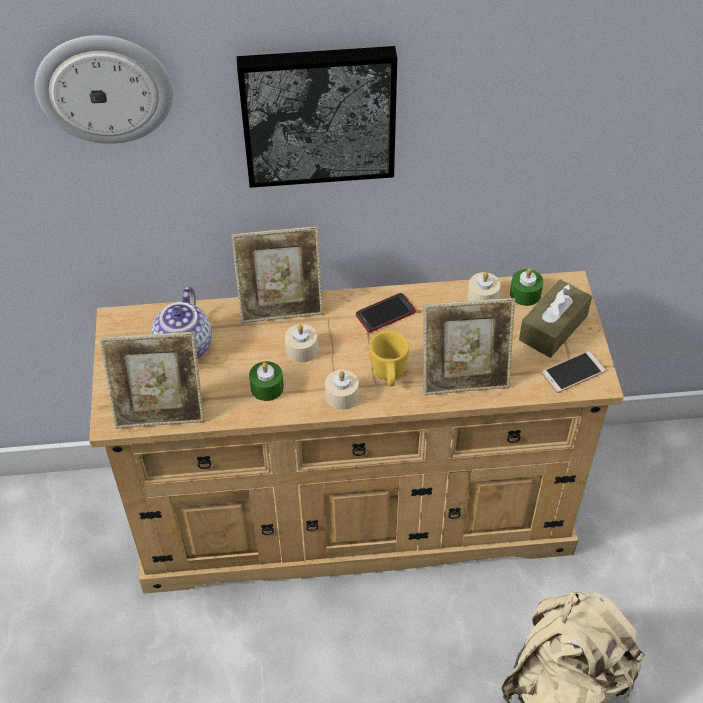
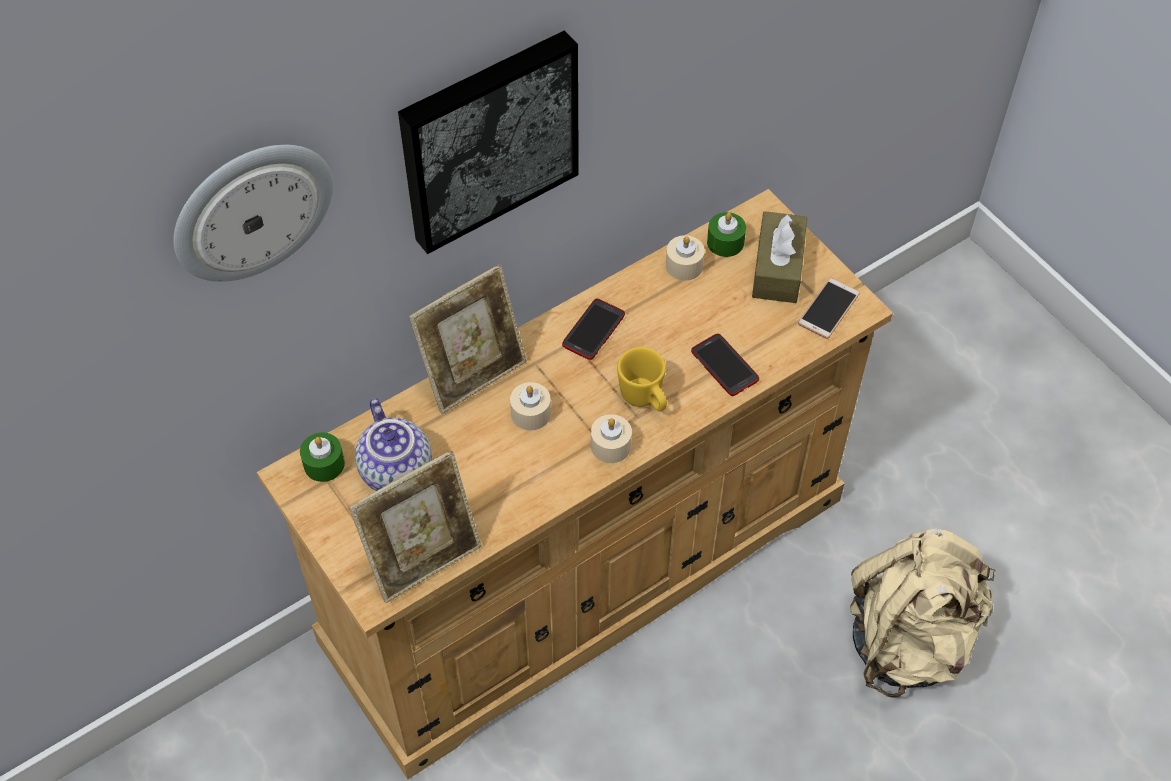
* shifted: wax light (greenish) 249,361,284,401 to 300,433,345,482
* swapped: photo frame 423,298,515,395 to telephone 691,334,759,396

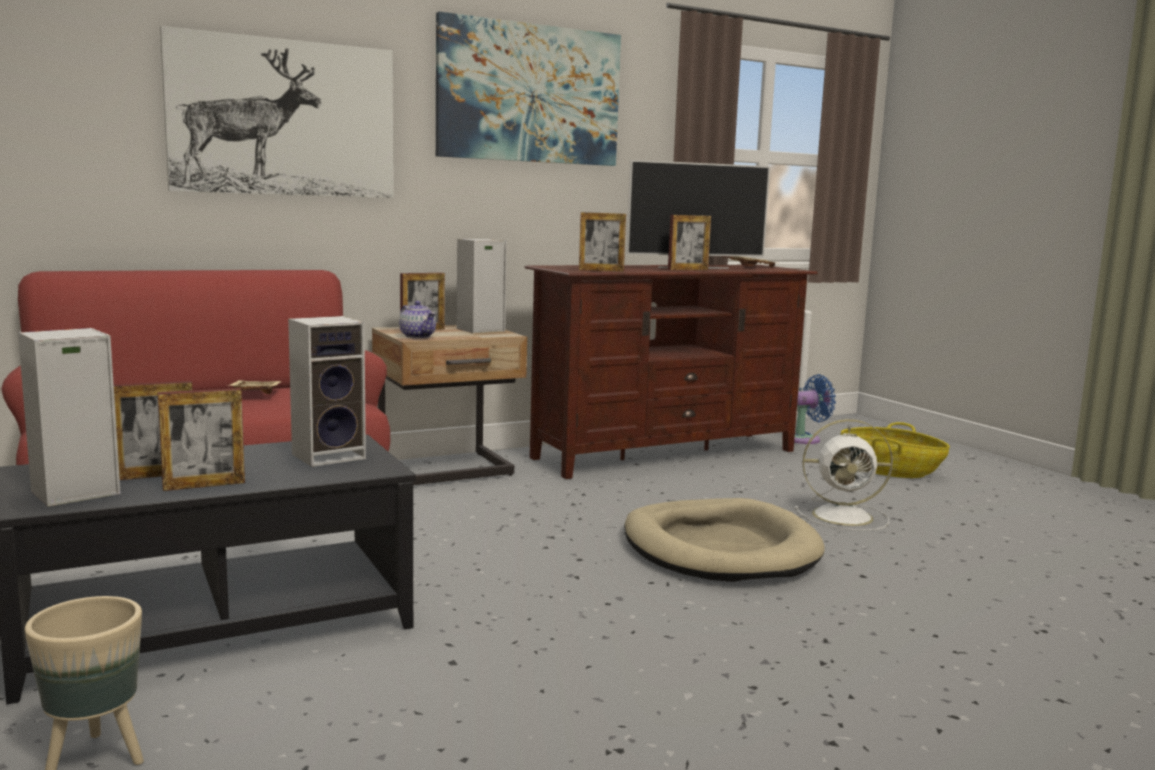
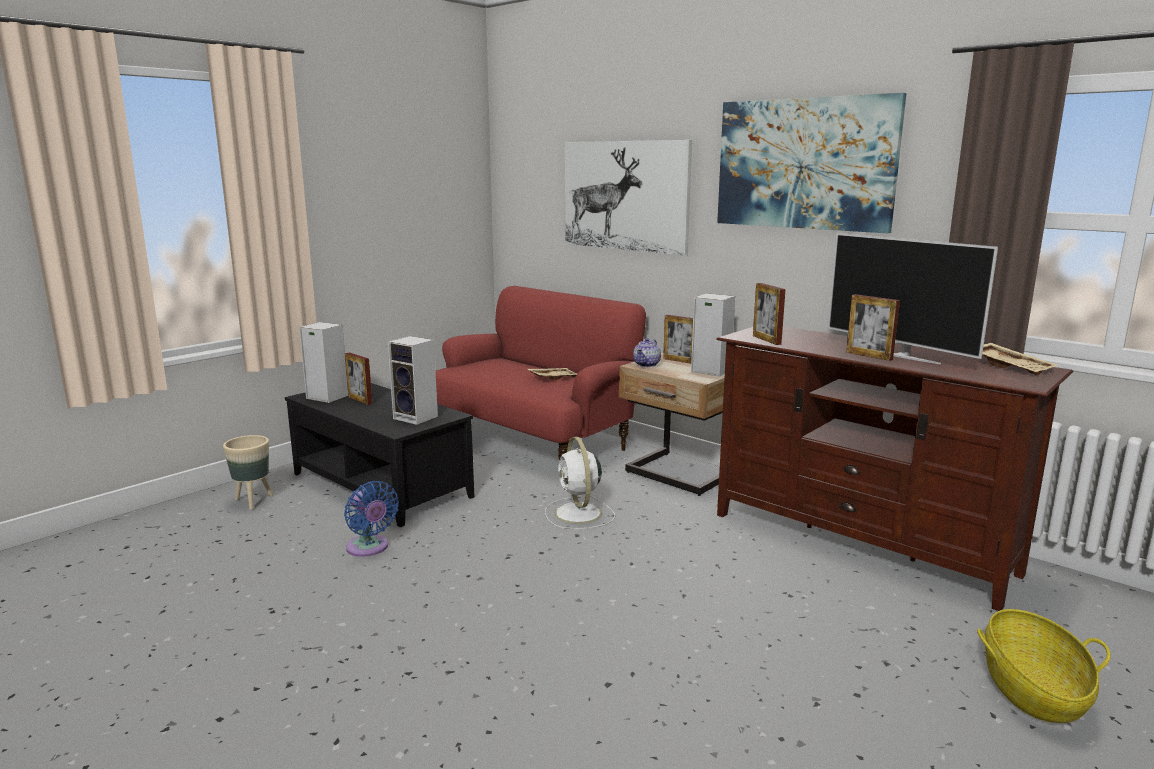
* gone: photo frame 158,388,245,491
* gone: dog cushion (beige-coloured) 624,498,825,582
* shifted: electric fan (blue) 794,374,836,444 to 344,481,399,557
* shifted: electric fan (whitish) 794,419,893,531 to 545,437,615,529

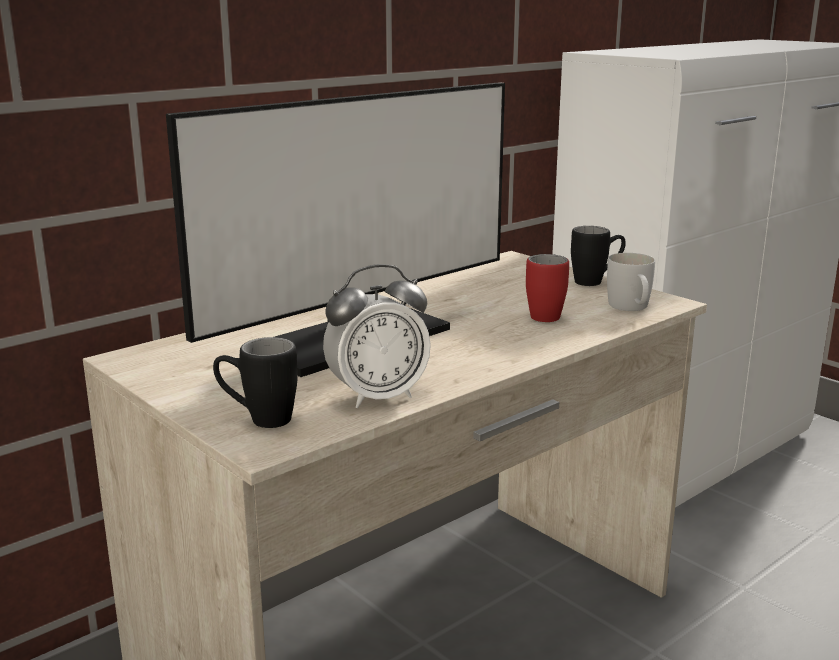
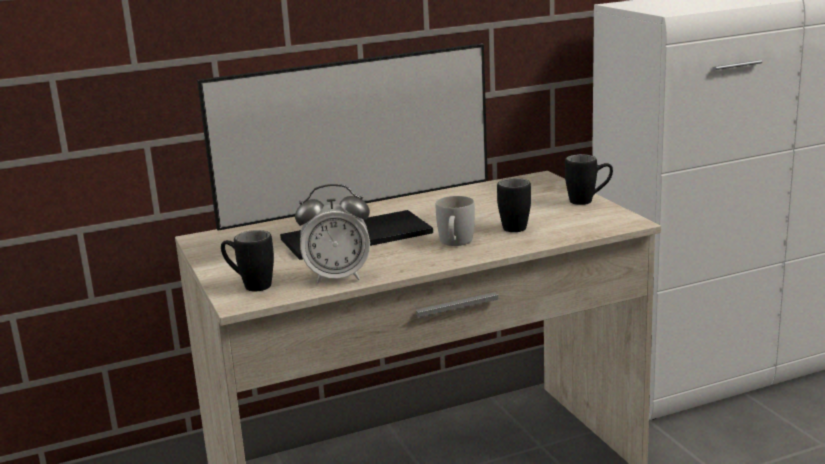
* shifted: coffee mug (whitish) 607,253,655,311 to 436,196,475,246
* repainted: coffee mug (red) 526,254,569,322 to coffee mug (black-coloured) 497,178,531,232

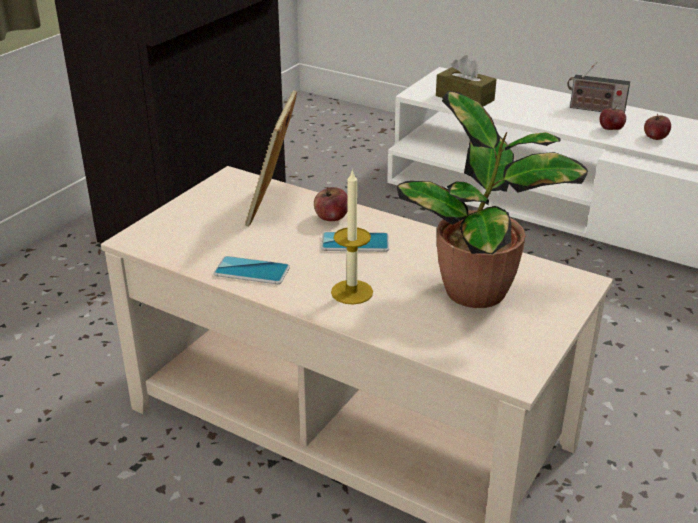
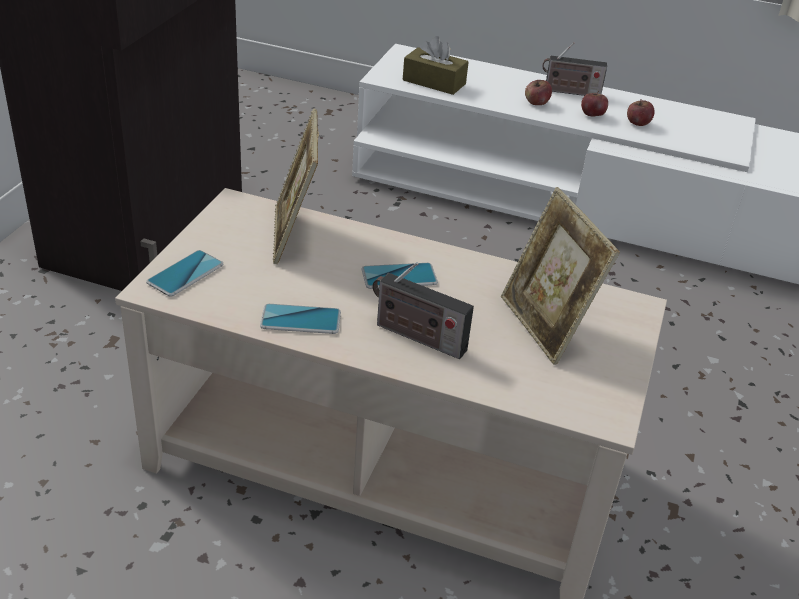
* new: telephone 146,250,223,297
* shifted: apple fruit 314,187,348,221 to 525,79,552,105
* swapped: wax light 331,169,373,305 to radio 372,262,474,359
* swapped: plant in a pot 397,91,588,308 to photo frame 501,187,620,365

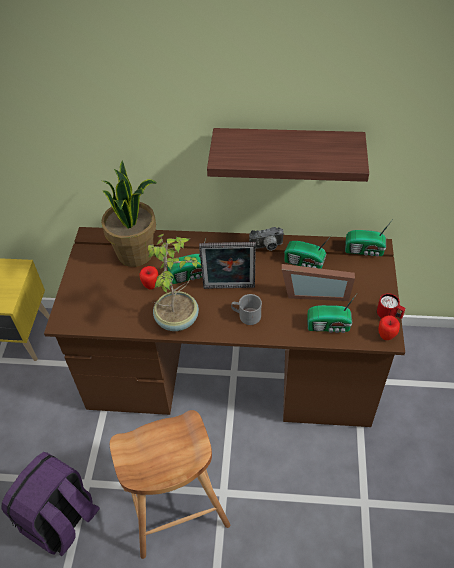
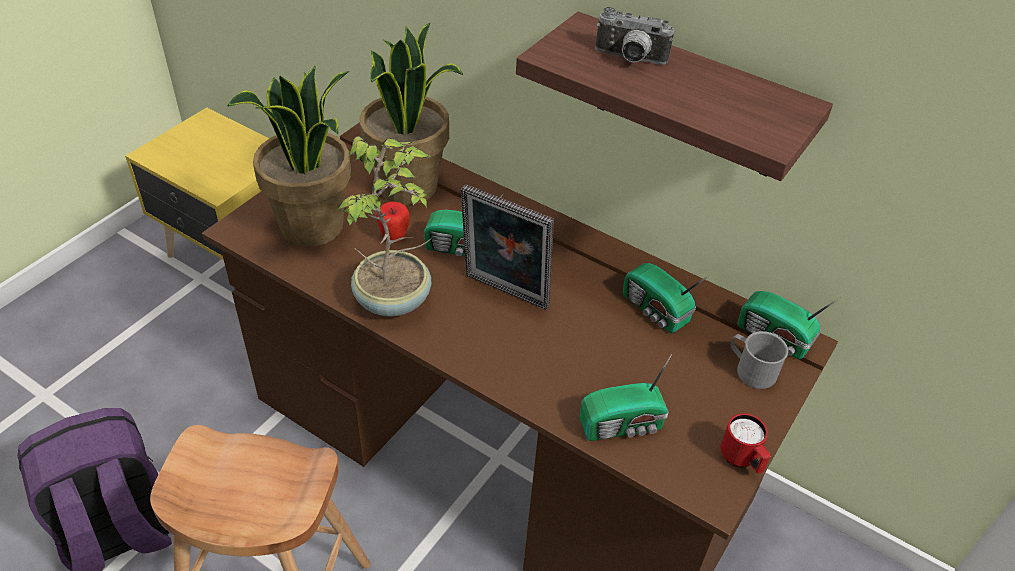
* gone: photo frame 282,264,355,301
* gone: apple fruit 378,315,400,340
* new: plant in a pot 227,65,351,247
* shifted: coffee mug (greyish) 231,294,262,325 to 730,331,788,389
* shifted: photo camera 249,227,284,251 to 595,7,674,65
* rotated: radio 307,294,357,333 = 580,354,672,441 45 degrees counterclockwise

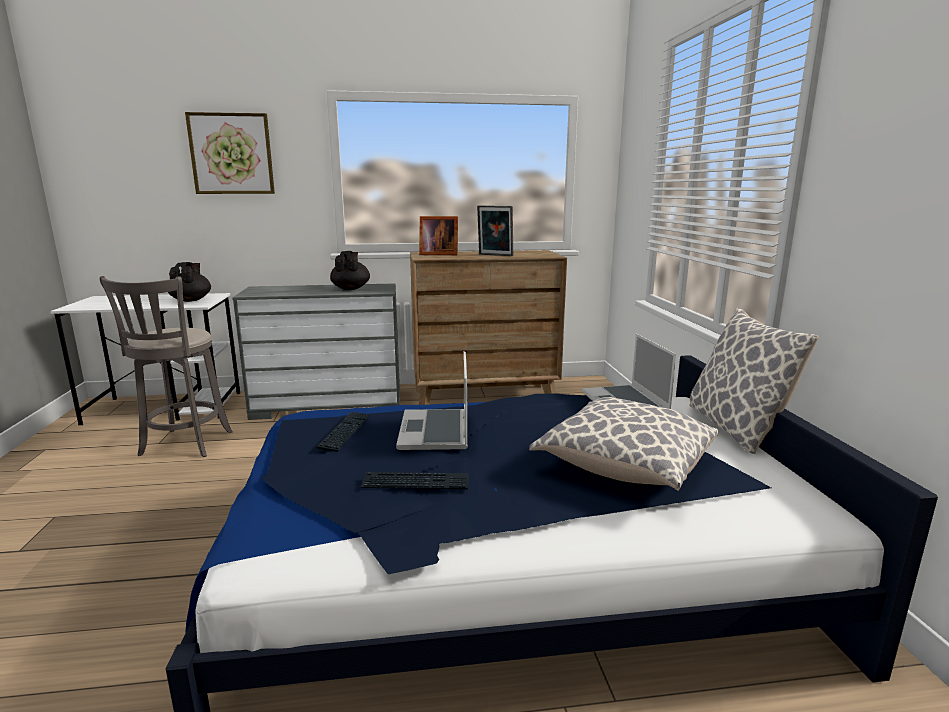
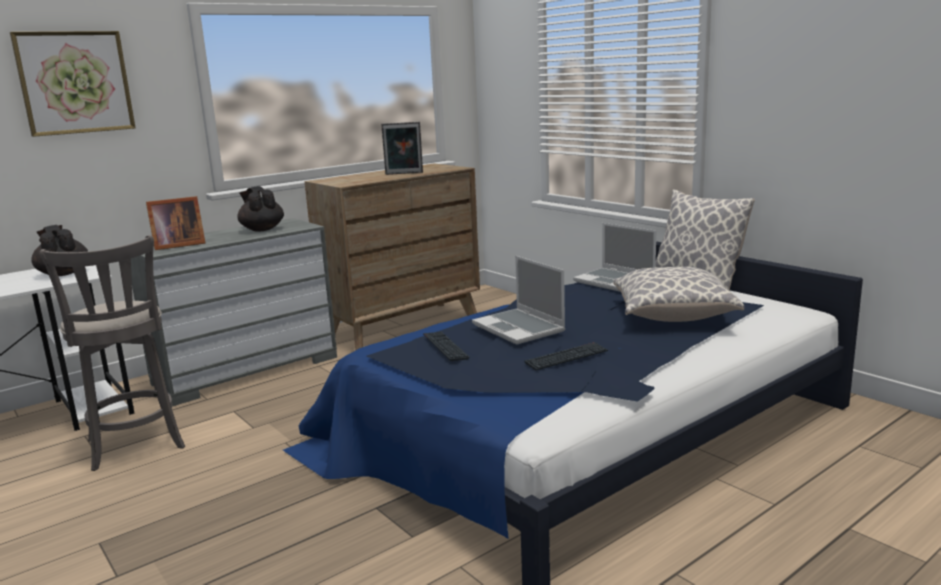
* shifted: photo frame 419,216,458,255 to 146,196,205,250

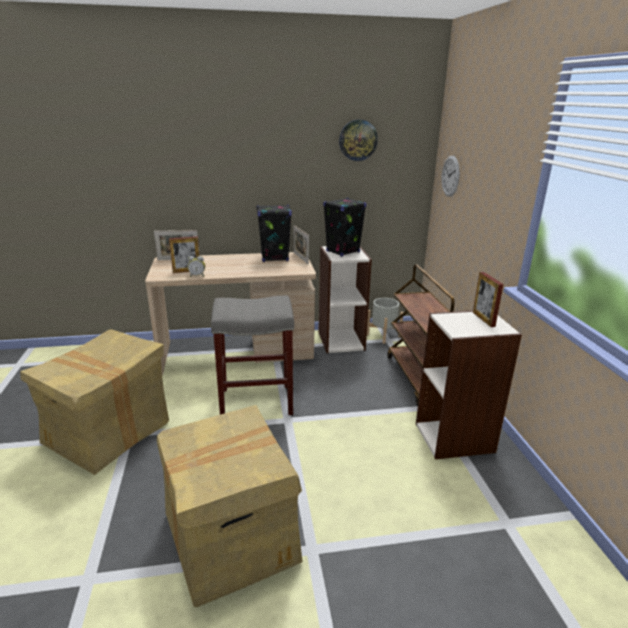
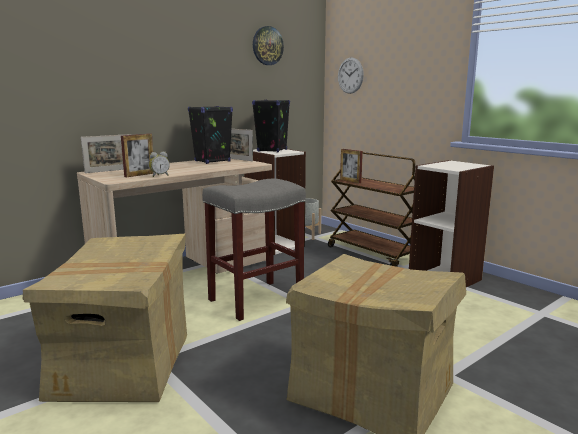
* shifted: photo frame 473,272,504,327 to 340,149,363,183

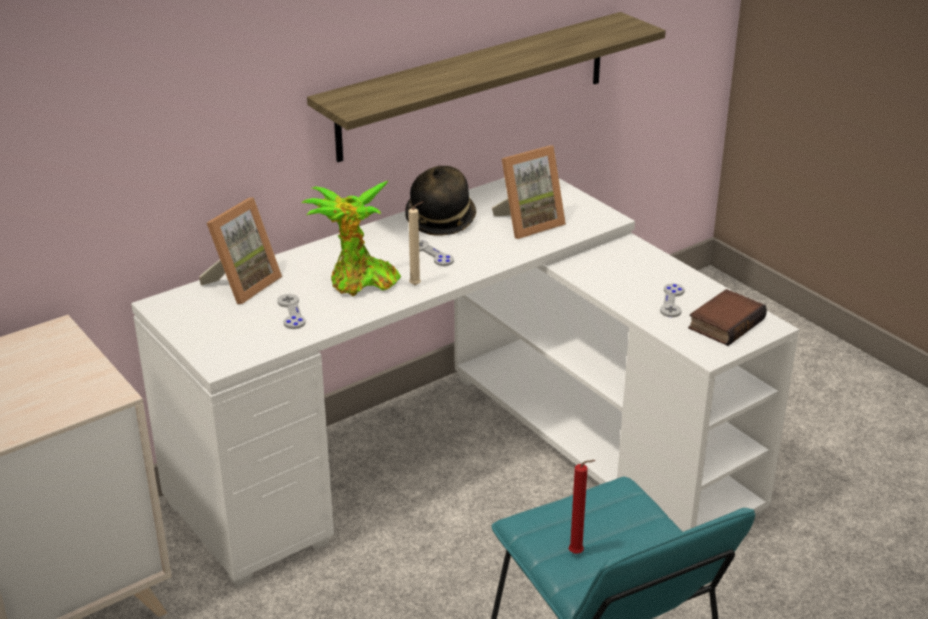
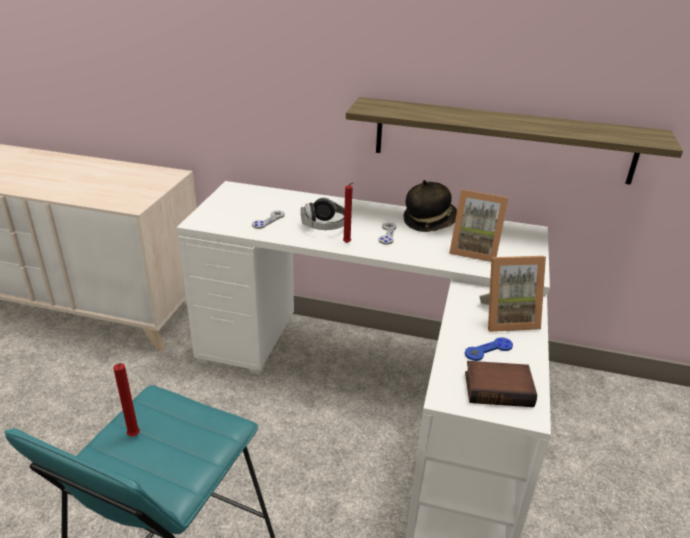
* shifted: photo frame 199,197,282,304 to 479,256,546,332
* swapped: plant in a pot 301,180,401,296 to headset 301,198,345,230
* repainted: wax light (beige-coloured) 408,201,423,285 to wax light (red) 343,182,354,243
* repainted: gamepad (greyish) 660,283,685,317 to gamepad (blue) 465,337,513,361

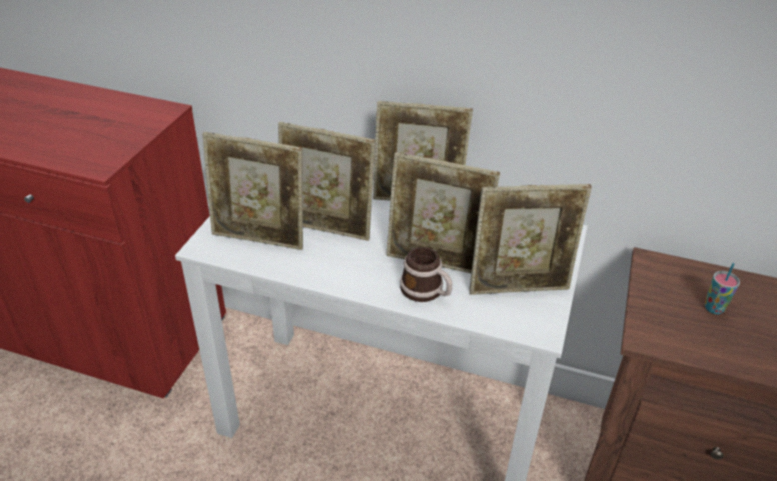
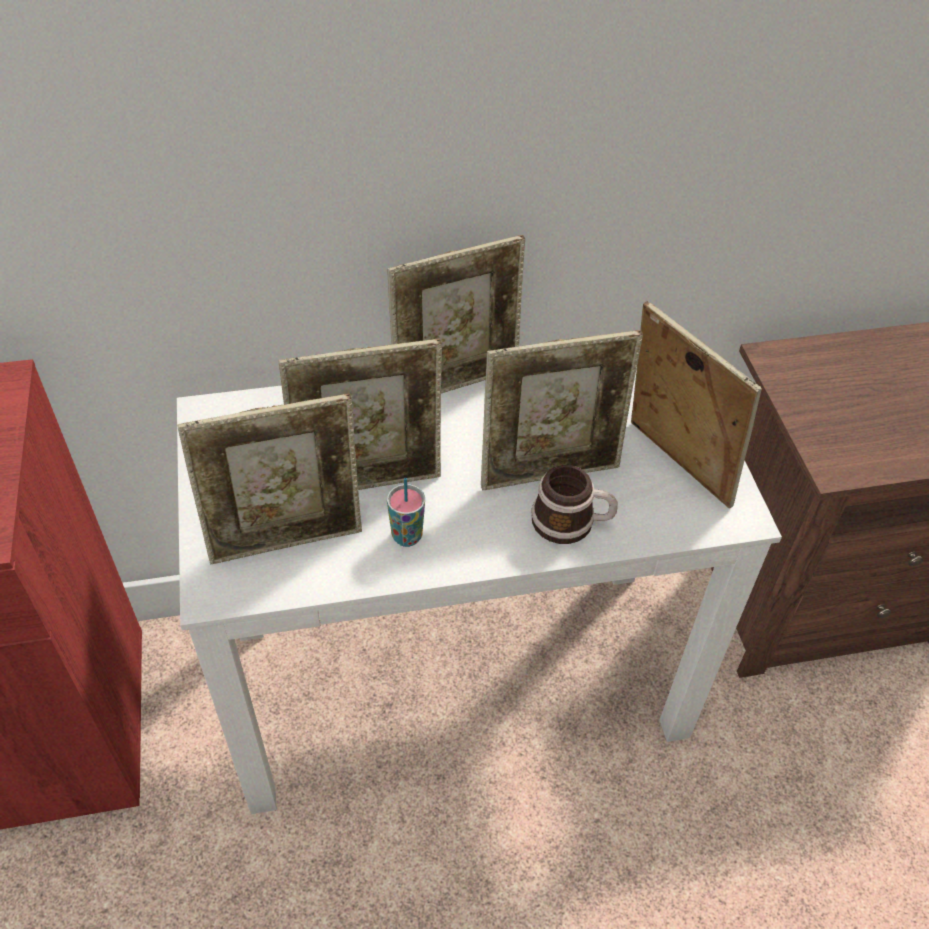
* shifted: cup 705,263,740,314 to 387,478,425,547
* rotated: photo frame 469,184,592,295 = 631,301,762,509 90 degrees counterclockwise

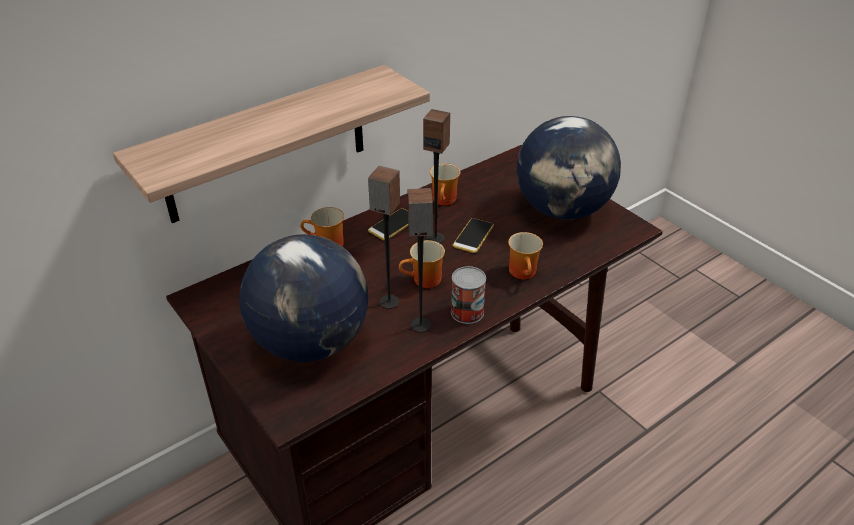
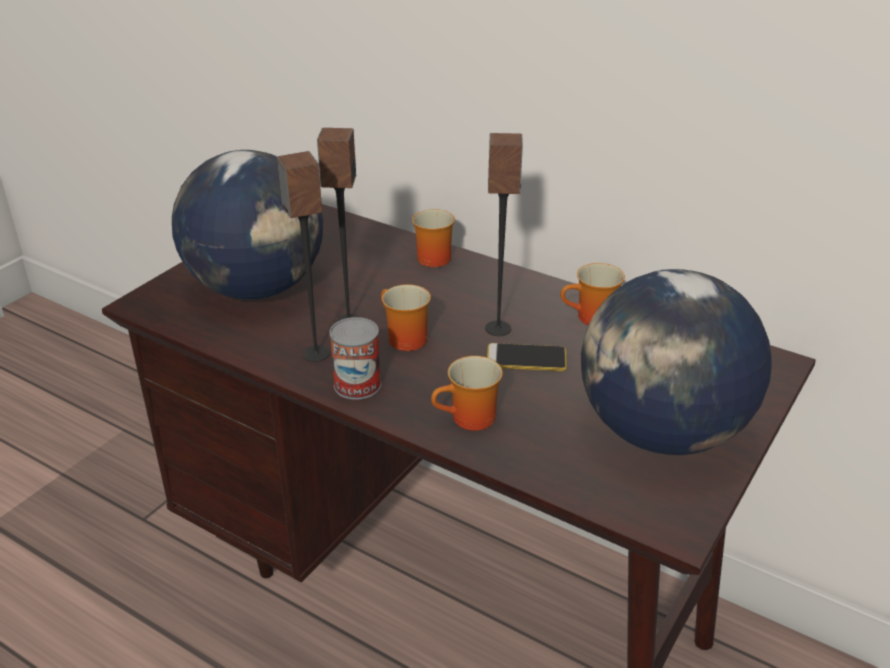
* gone: shelf 113,65,430,223
* gone: telephone 368,208,408,241

